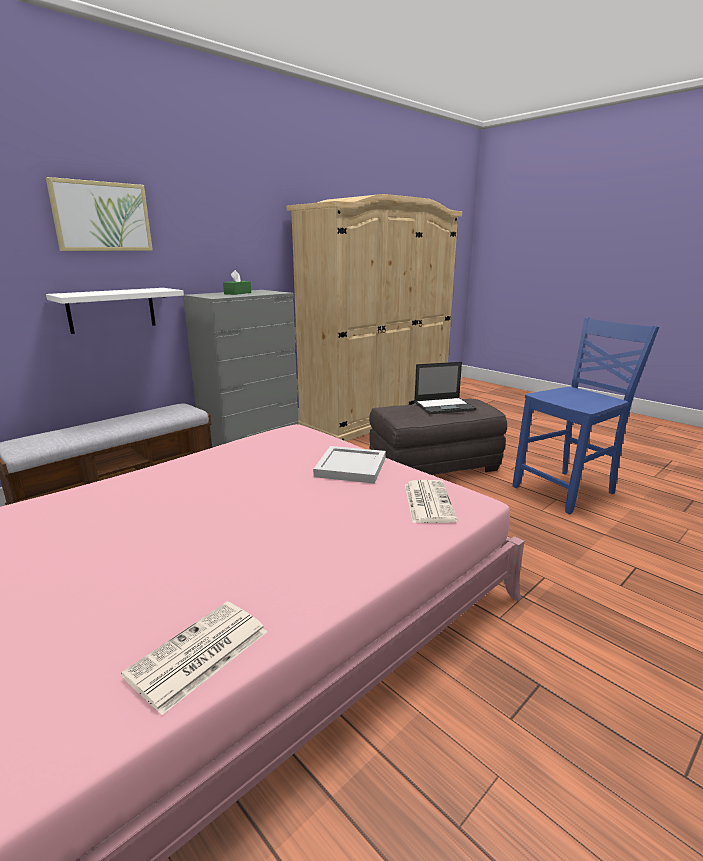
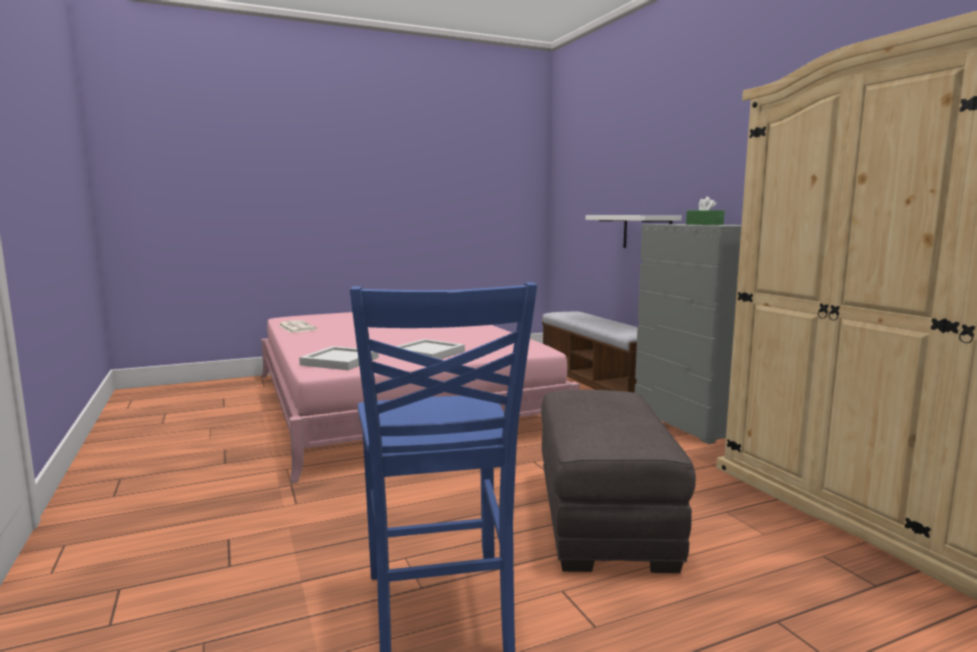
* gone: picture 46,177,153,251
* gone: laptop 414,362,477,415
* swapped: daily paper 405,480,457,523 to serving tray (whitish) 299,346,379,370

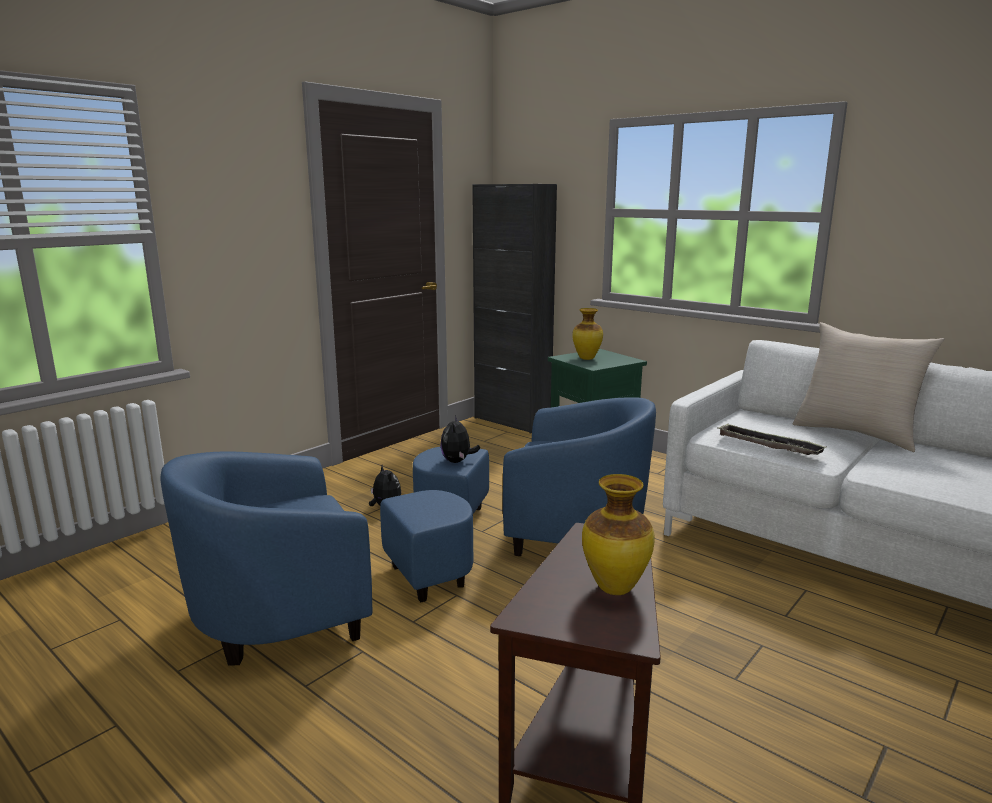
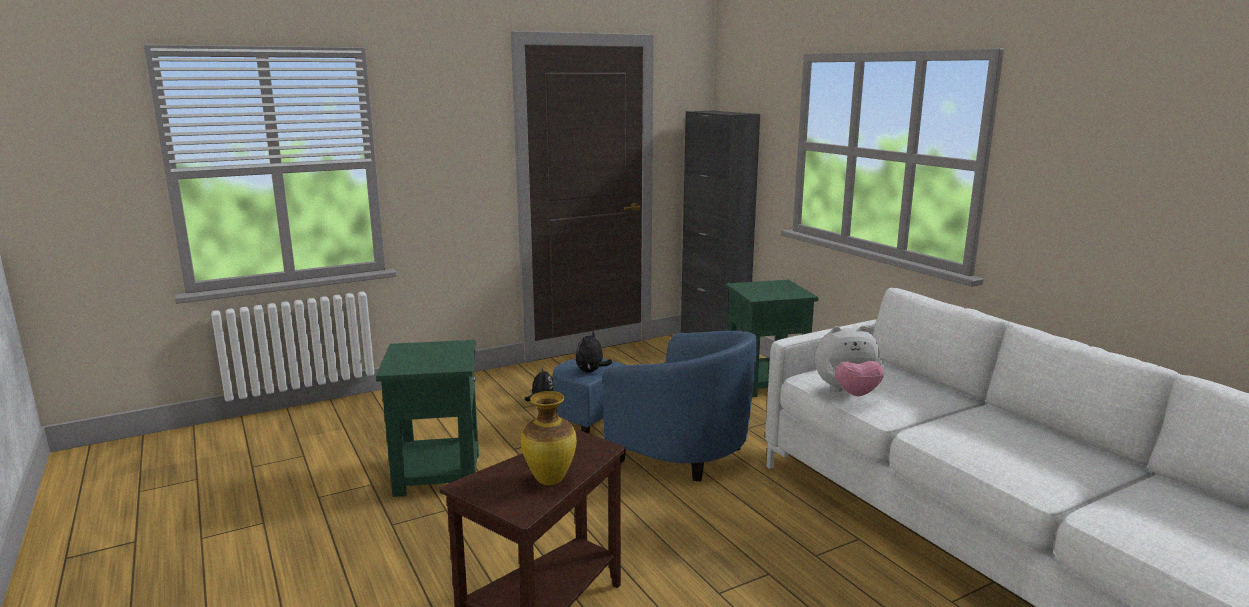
* gone: decorative vase 572,308,603,360
* gone: pillow (beige-coloured) 793,322,944,452
* swapped: lounge chair (blue) 160,452,473,665 to side table (greenish) 376,340,479,497
* swapped: serving tray 717,424,827,455 to soft toy 815,325,884,396

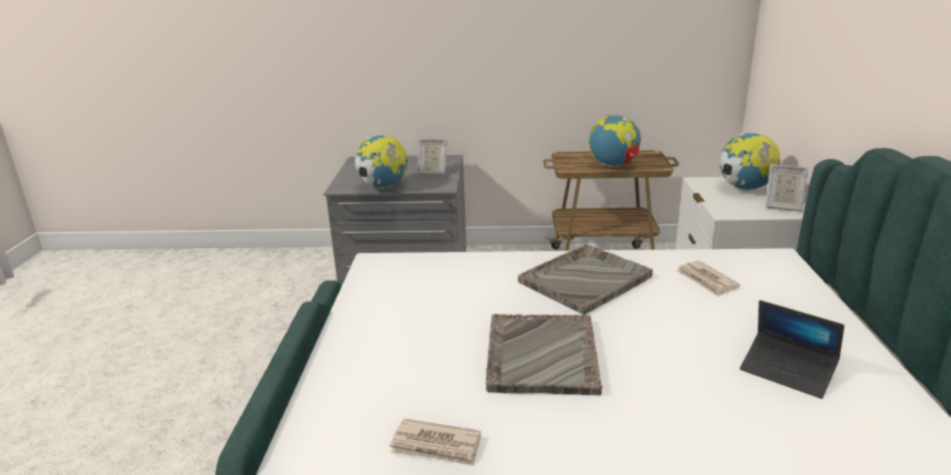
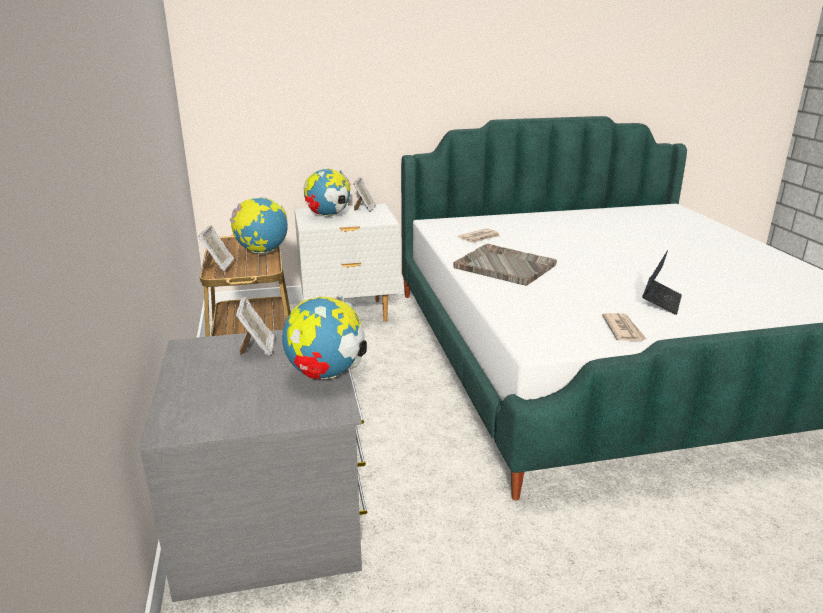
* gone: serving tray (greyish) 486,314,602,395
* new: photo frame 198,225,234,271
* shifted: daily paper 390,419,481,466 to 602,313,647,341
* shifted: laptop 740,300,844,399 to 642,250,682,315

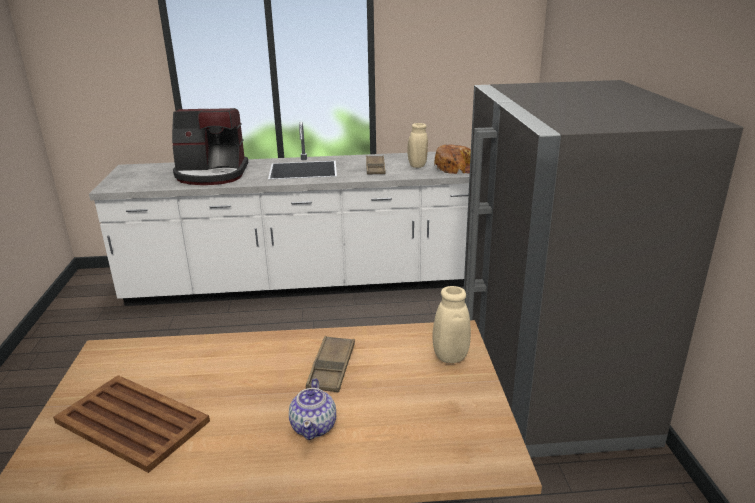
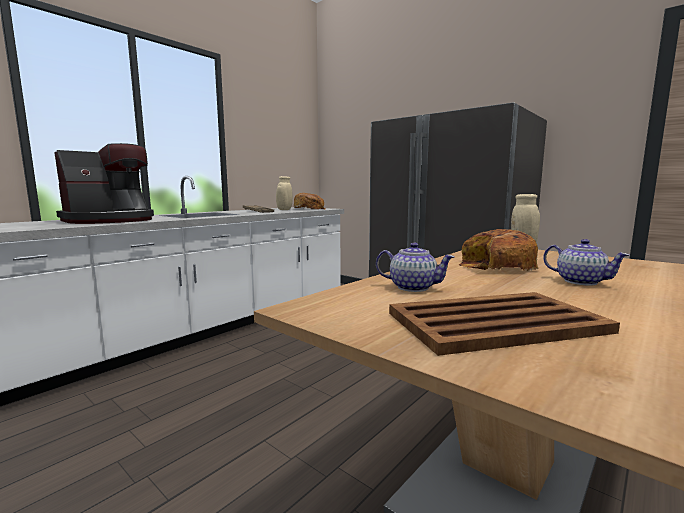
* new: teapot 376,242,455,292
* swapped: serving tray (brownish) 306,336,355,392 to bakery bread 459,229,539,271

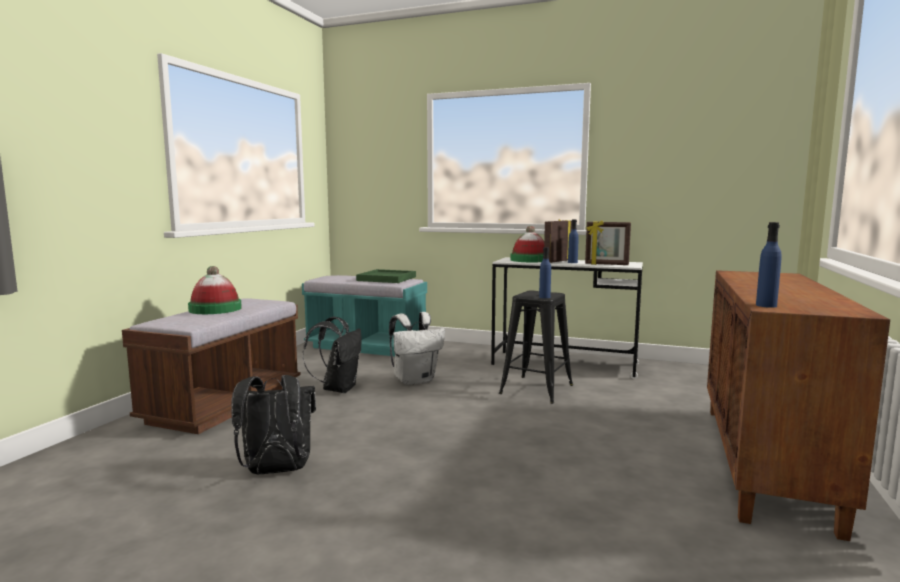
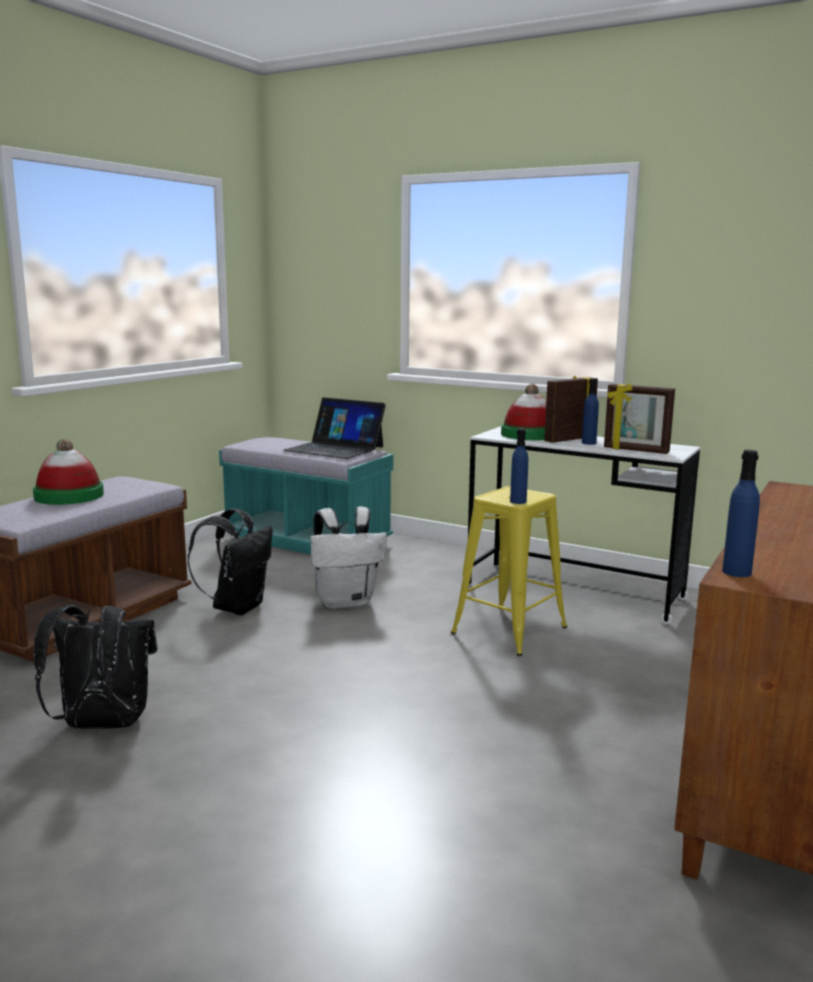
* swapped: serving tray (greenish) 356,269,416,283 to laptop 284,397,386,459
* repainted: stool seat (black-coloured) 499,291,573,404 to stool seat (yellowish) 451,486,567,656

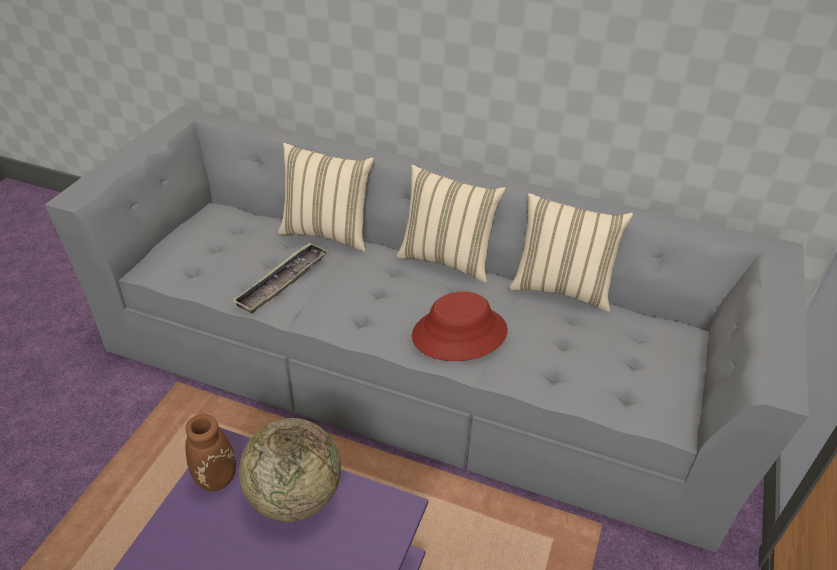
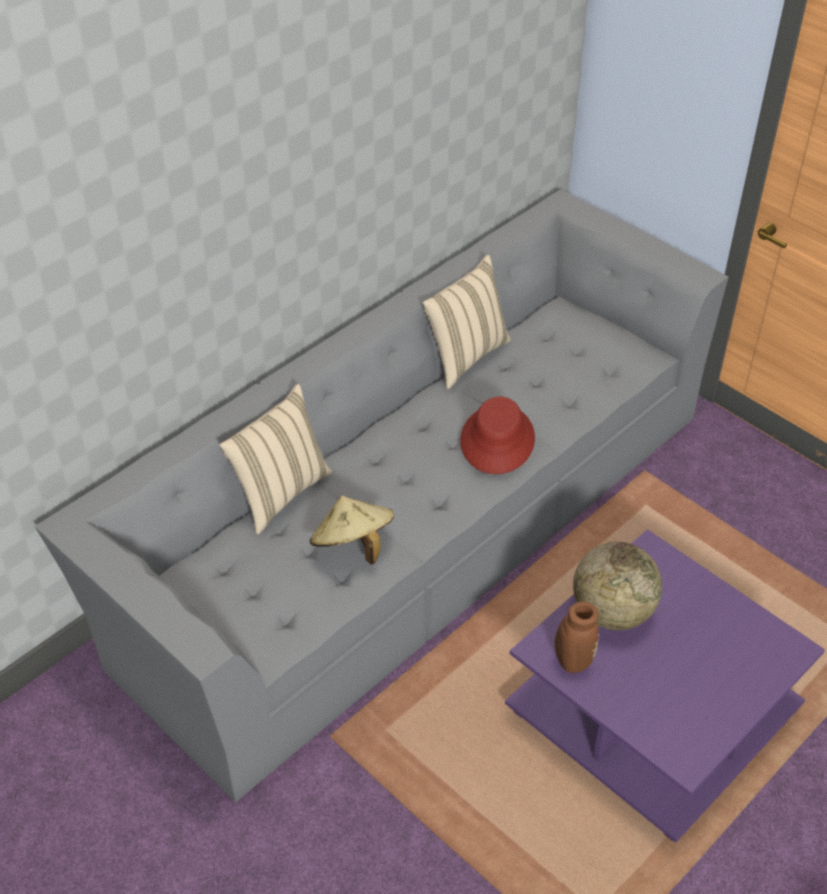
* gone: pillow (beige-coloured) 396,165,506,282
* swapped: serving tray 232,242,328,314 to hat (beige-coloured) 310,496,394,564

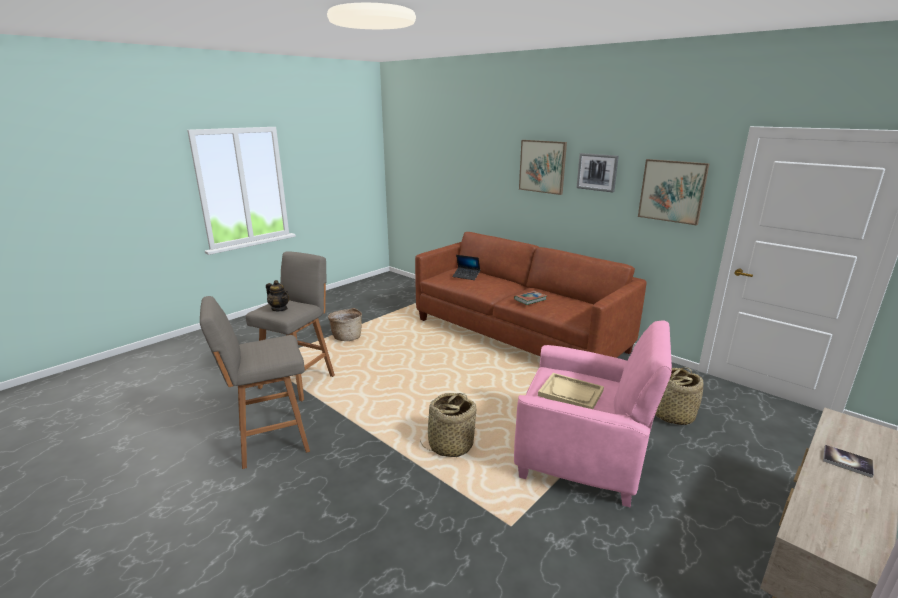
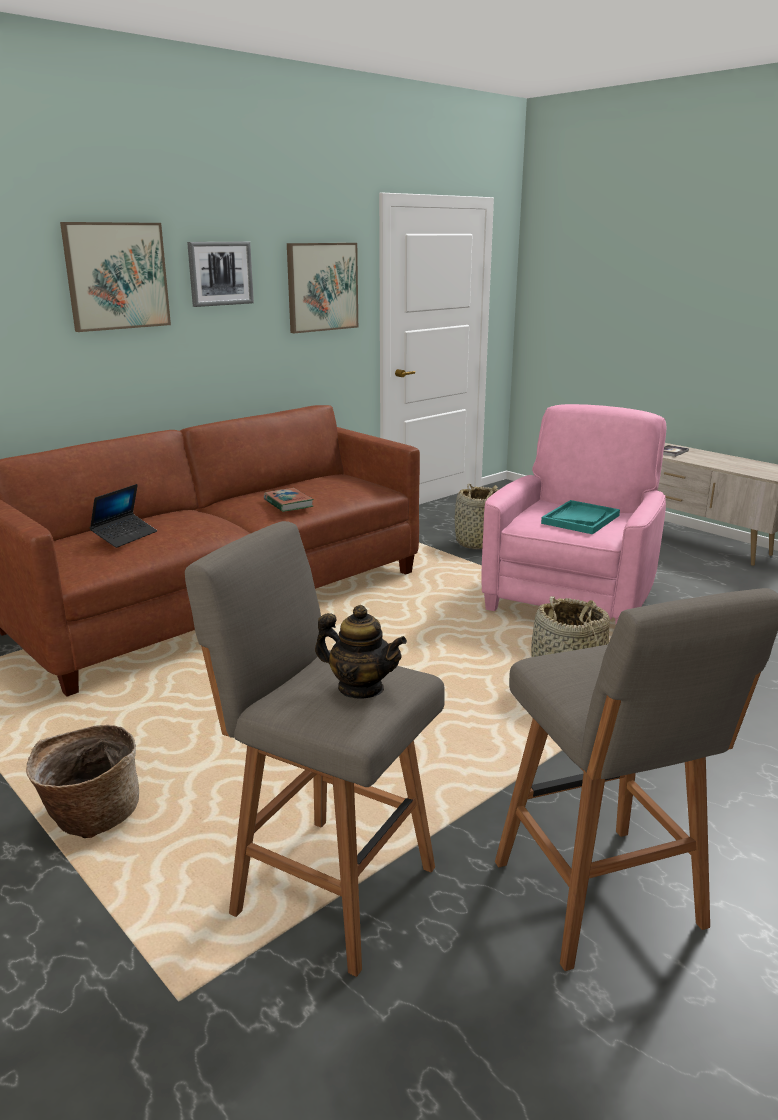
* repainted: serving tray (beige-coloured) 538,373,604,409 to serving tray (blue-green) 541,500,620,534
* rotated: teapot 266,280,289,311 = 315,605,407,699 75 degrees clockwise

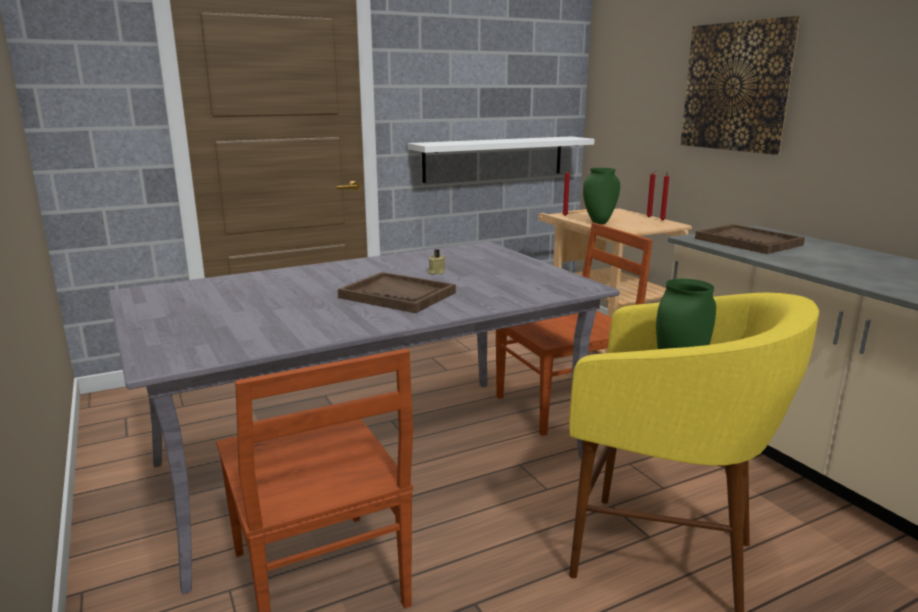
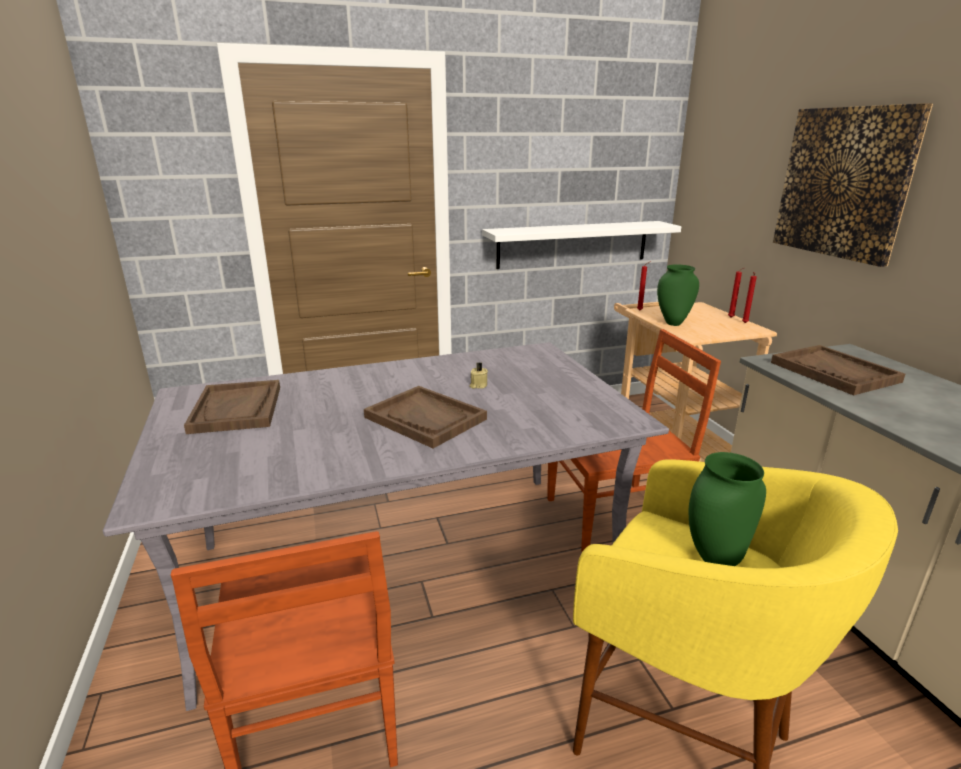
* new: serving tray (brownish) 184,380,280,434

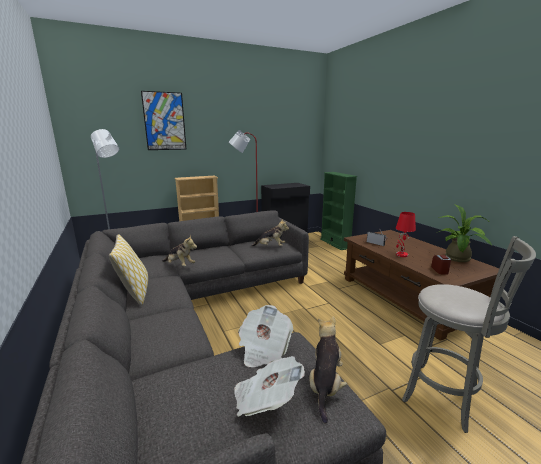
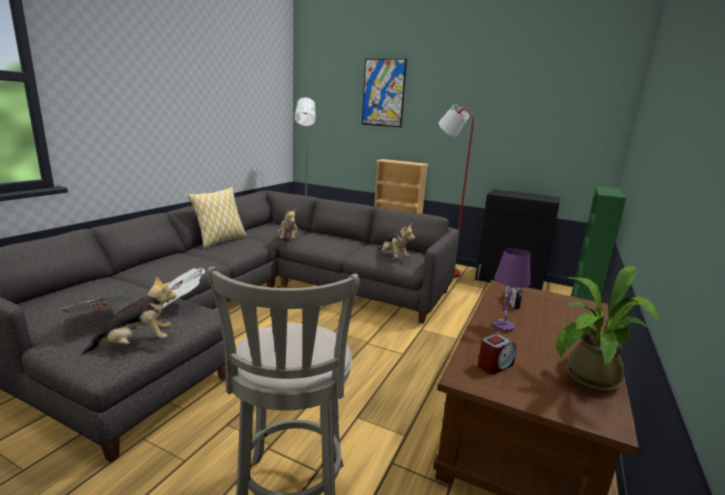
* repainted: table lamp (red) 396,212,416,257 to table lamp (purplish) 493,248,531,332

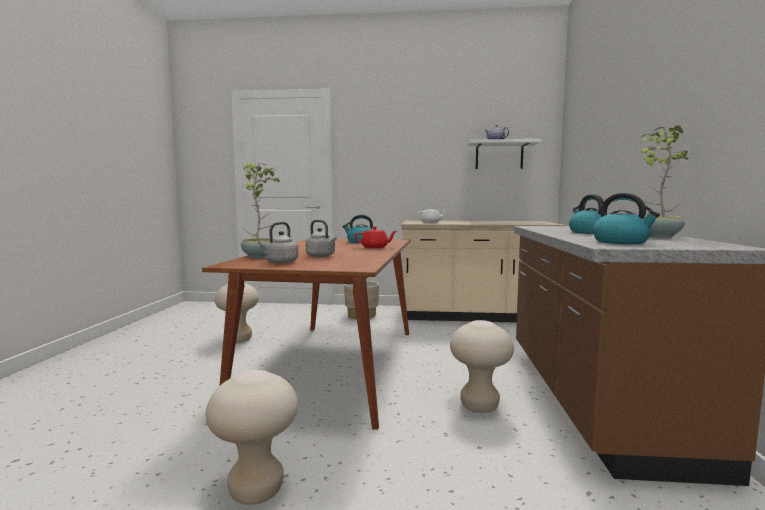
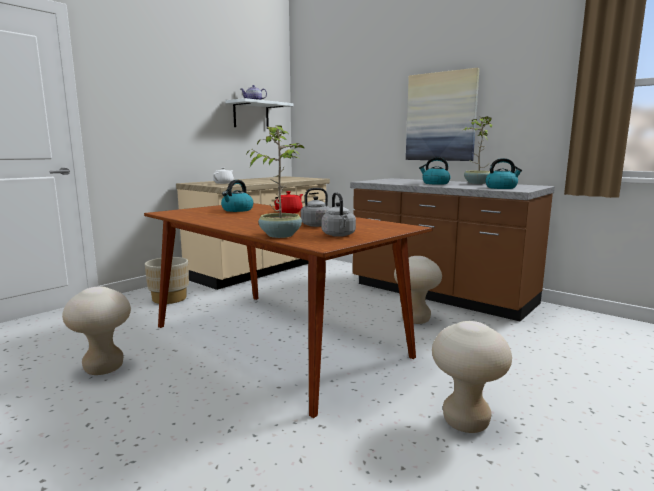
* new: picture 406,68,480,161

